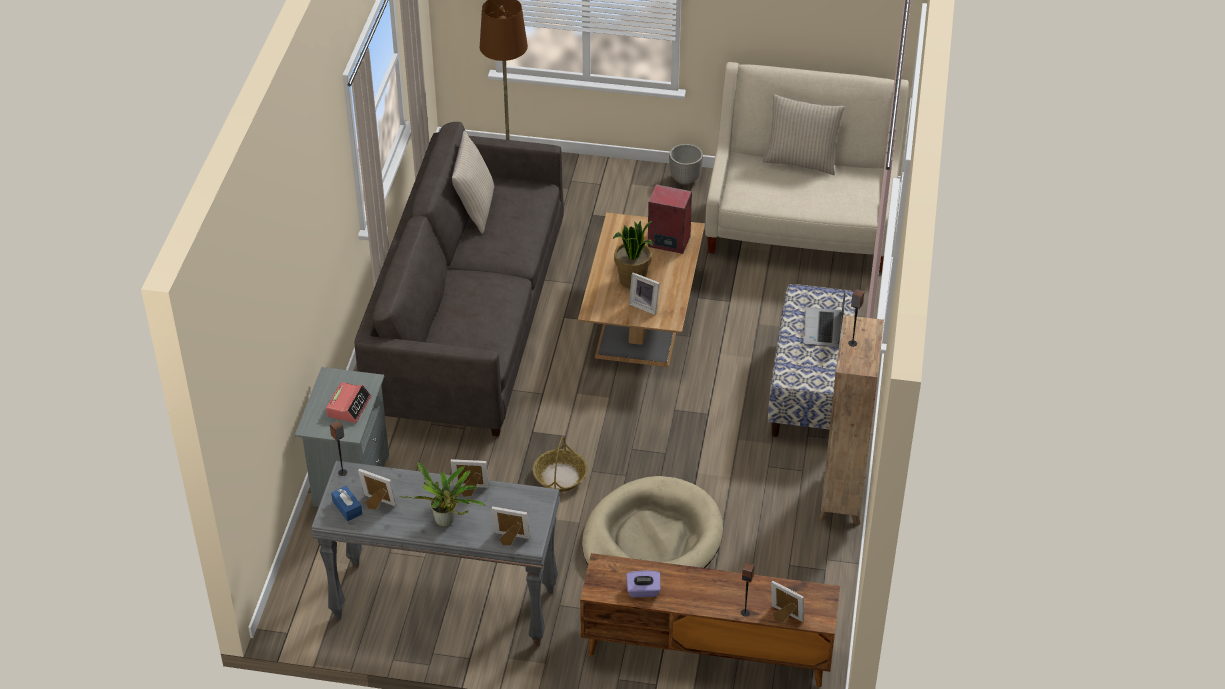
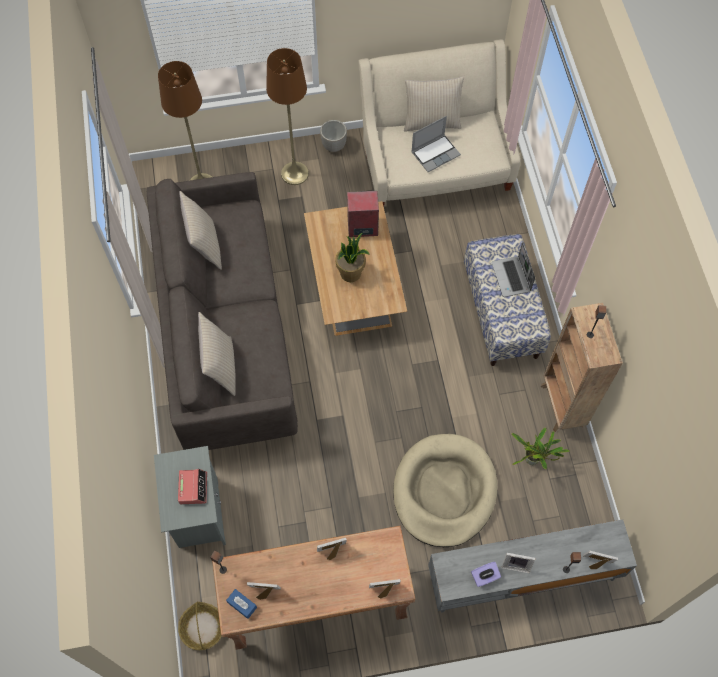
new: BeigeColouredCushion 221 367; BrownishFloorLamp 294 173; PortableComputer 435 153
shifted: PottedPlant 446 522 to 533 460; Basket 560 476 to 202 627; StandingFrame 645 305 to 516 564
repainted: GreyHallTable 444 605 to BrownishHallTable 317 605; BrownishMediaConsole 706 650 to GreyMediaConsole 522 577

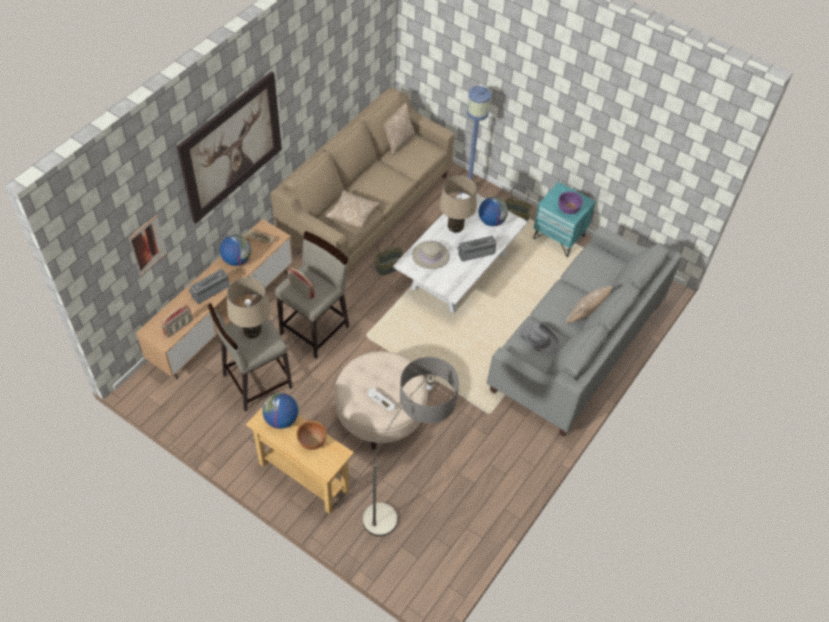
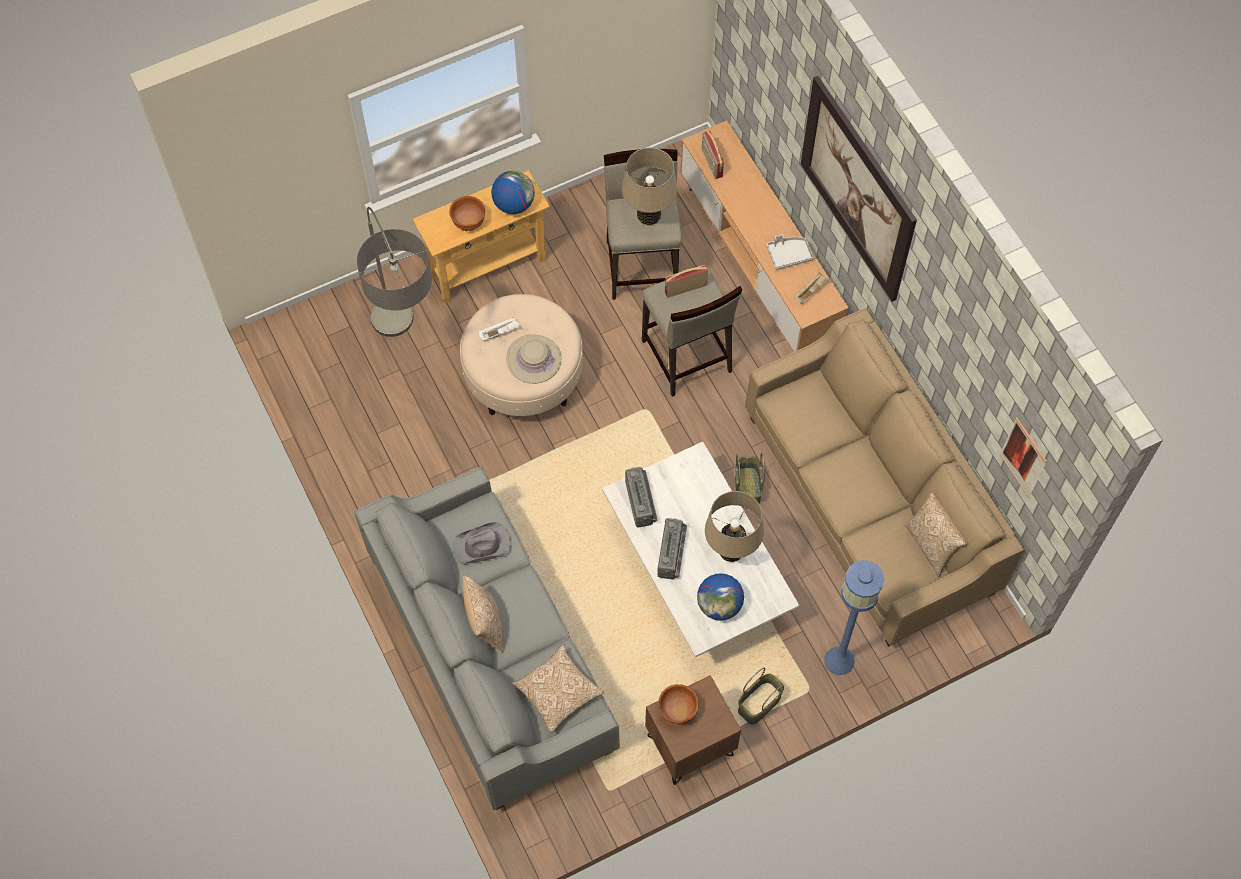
shifted: Picture 147 245 to 1023 457; Radio 210 290 to 642 502; Cushion 352 215 to 558 692; BeigeColouredHat 430 256 to 534 359
swapped: WorldGlobe 237 260 to GreyTray 789 255
repainted: BlueGreenNightstand 559 237 to BrownishNightstand 690 745; PurplishServingBowl 568 210 to BrownishServingBowl 677 710

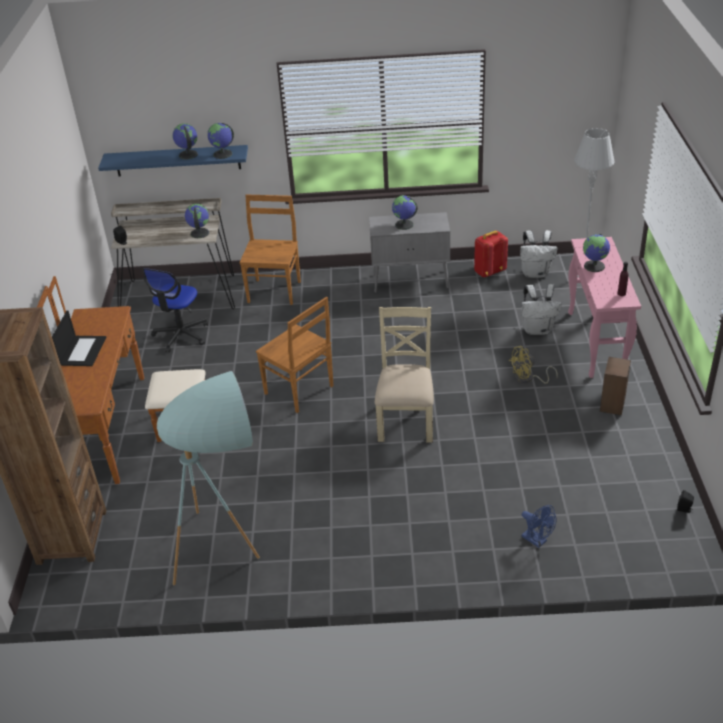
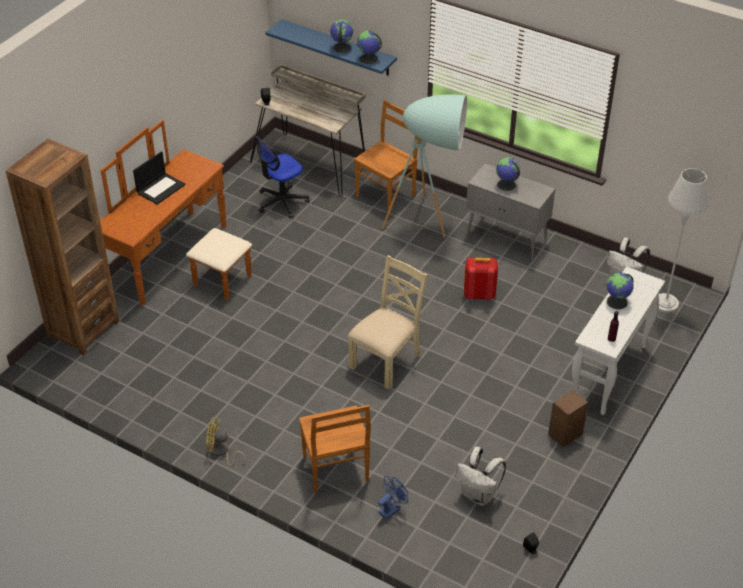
gone: WorldGlobe 199 233
shifted: BlueGreenFloorLamp 228 546 to 430 222; BrownishUprightChair 300 391 to 336 470; RedColouredBackpack 489 272 to 479 294; YellowishCoolingFan 528 378 to 221 452; WhiteBackpack 538 329 to 478 495
repainted: PinkishHallTable 596 343 to WhiteHallTable 609 374
rotated: BluishCoolingFan 537 541 = 392 509 120 degrees counterclockwise

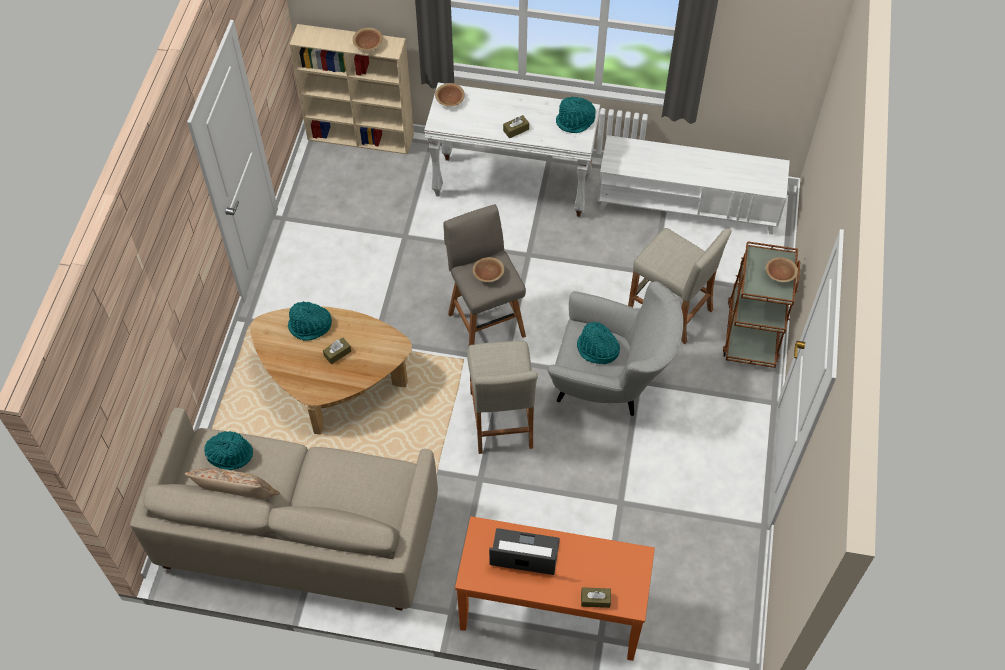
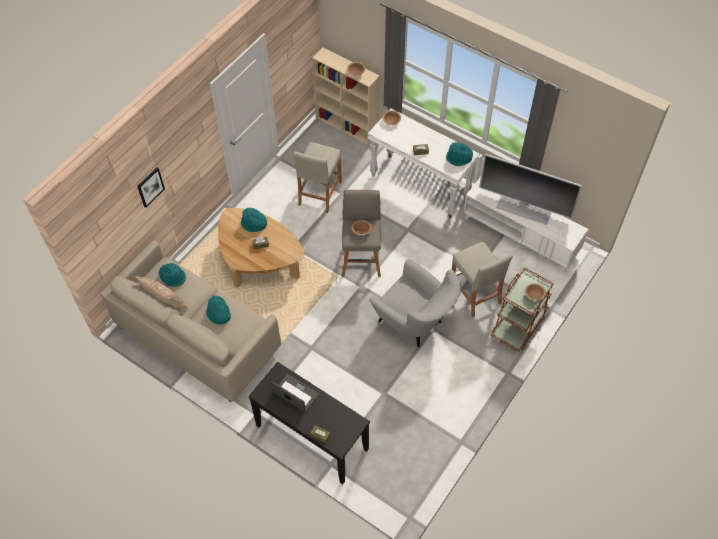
new: Picture 150 187; Television 524 209
shifted: BeigeColouredStool 501 419 to 319 193; BlueGreenHat 597 349 to 218 314
repainted: OrangeHallTable 551 611 to BlackHallTable 311 437

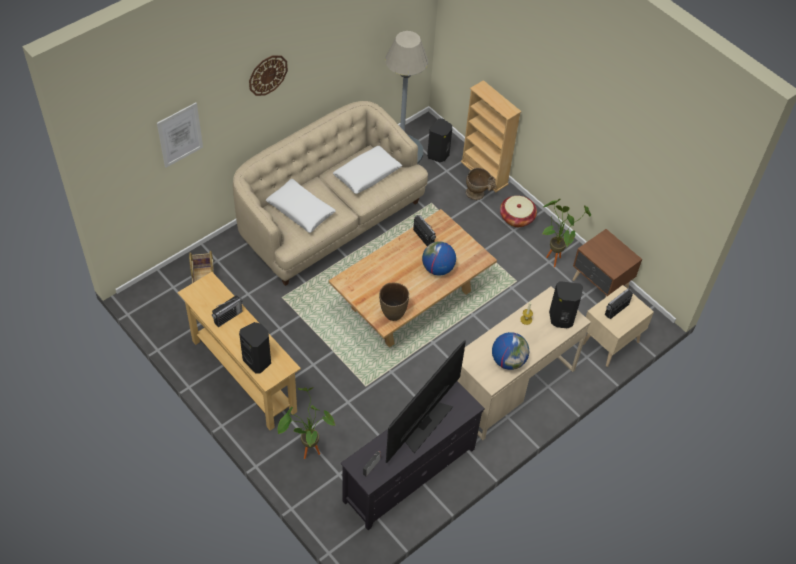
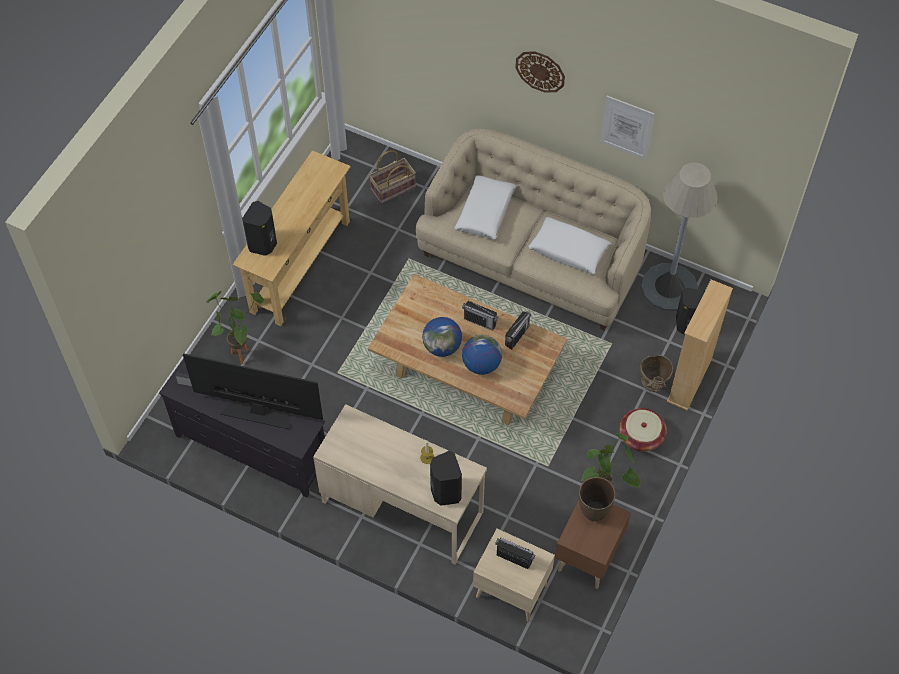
shifted: Picture 180 135 to 627 127; Radio 228 317 to 480 321; BrownishFlowerVase 393 314 to 593 511; WorldGlobe 508 360 to 442 347

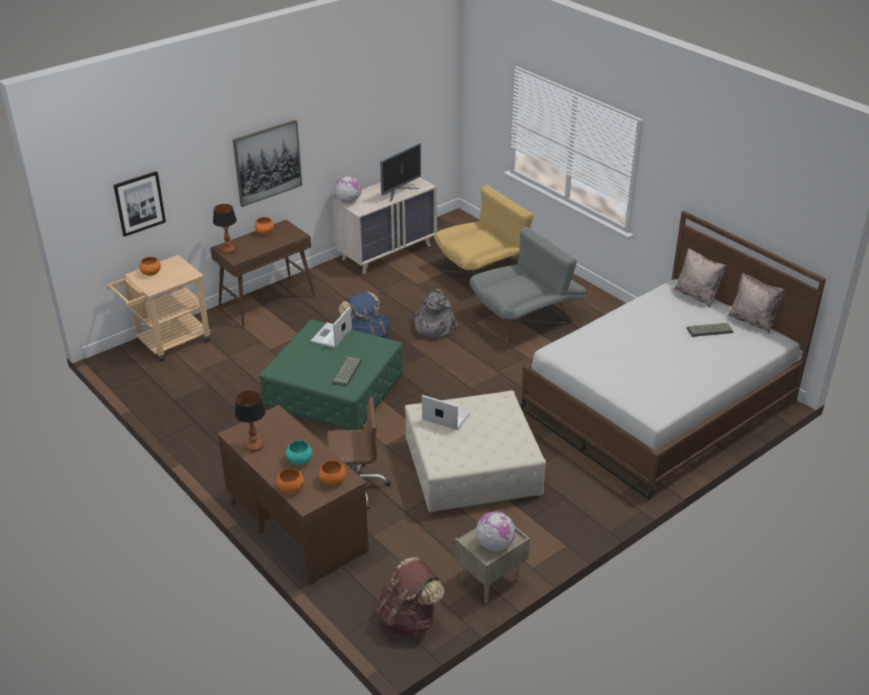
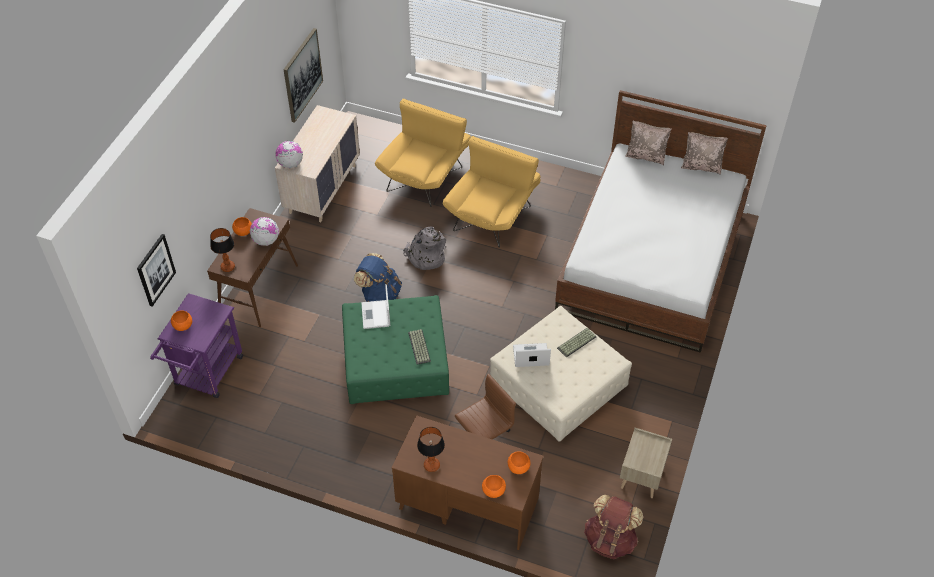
gone: BlueGreenServingBowl 299 460; ComputerScreen 400 192
shifted: Picture 267 162 to 302 75; WorldGlobe 494 545 to 266 240; Keyboard 709 331 to 576 343
repainted: BeigeColouredWheeledCart 167 343 to PurplishWheeledCart 206 375; GreyLoungeChair 527 317 to YellowishLoungeChair 493 213

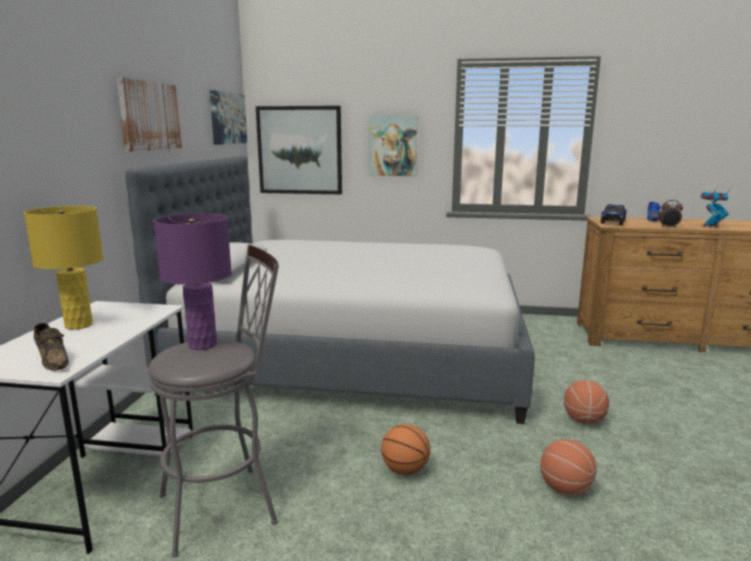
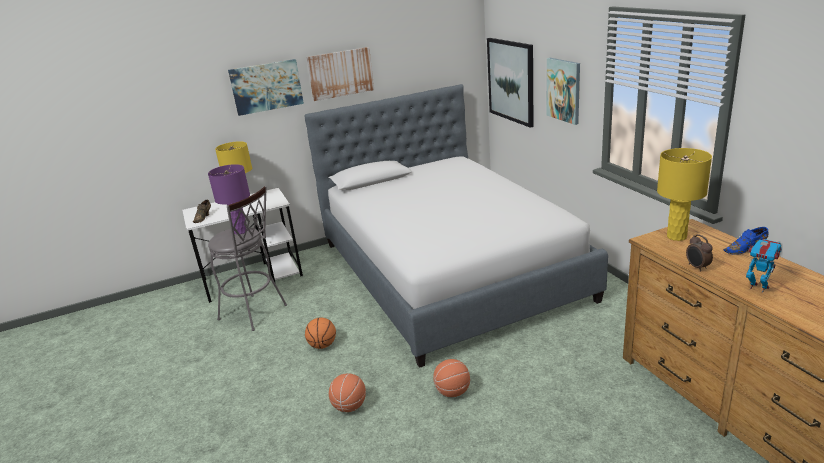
shifted: Picture 227 118 to 266 87
swapped: ToyLorry 613 222 to YellowishLampForATable 677 236

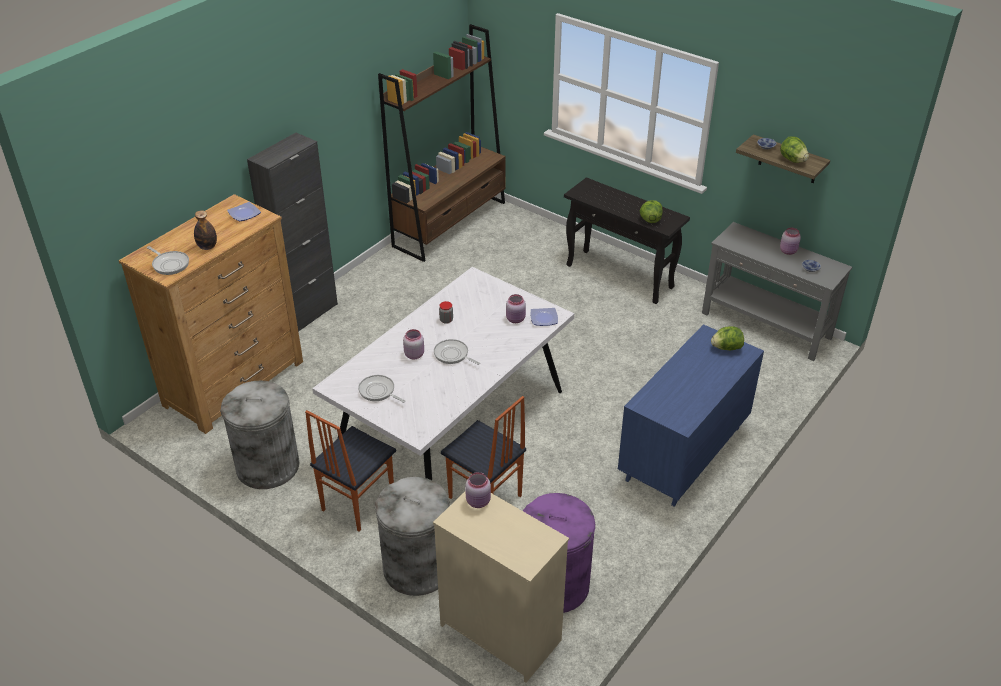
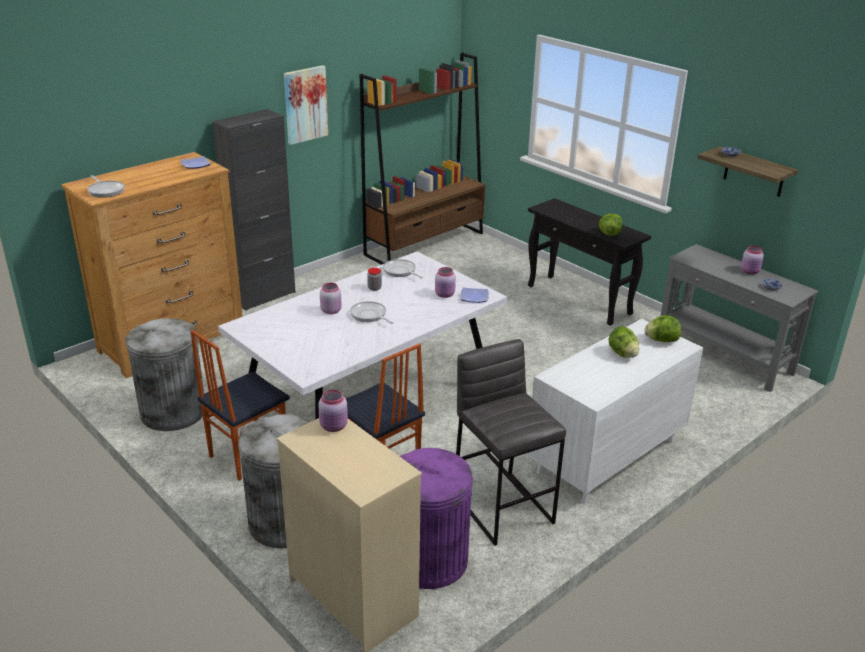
gone: Bottle 207 247
new: Picture 305 104; GreyStool 503 507
shifted: Skillet 378 391 to 400 271; LettuceHead 792 160 to 622 354
repainted: BluishDrawerChest 683 454 to WhiteDrawerChest 606 457

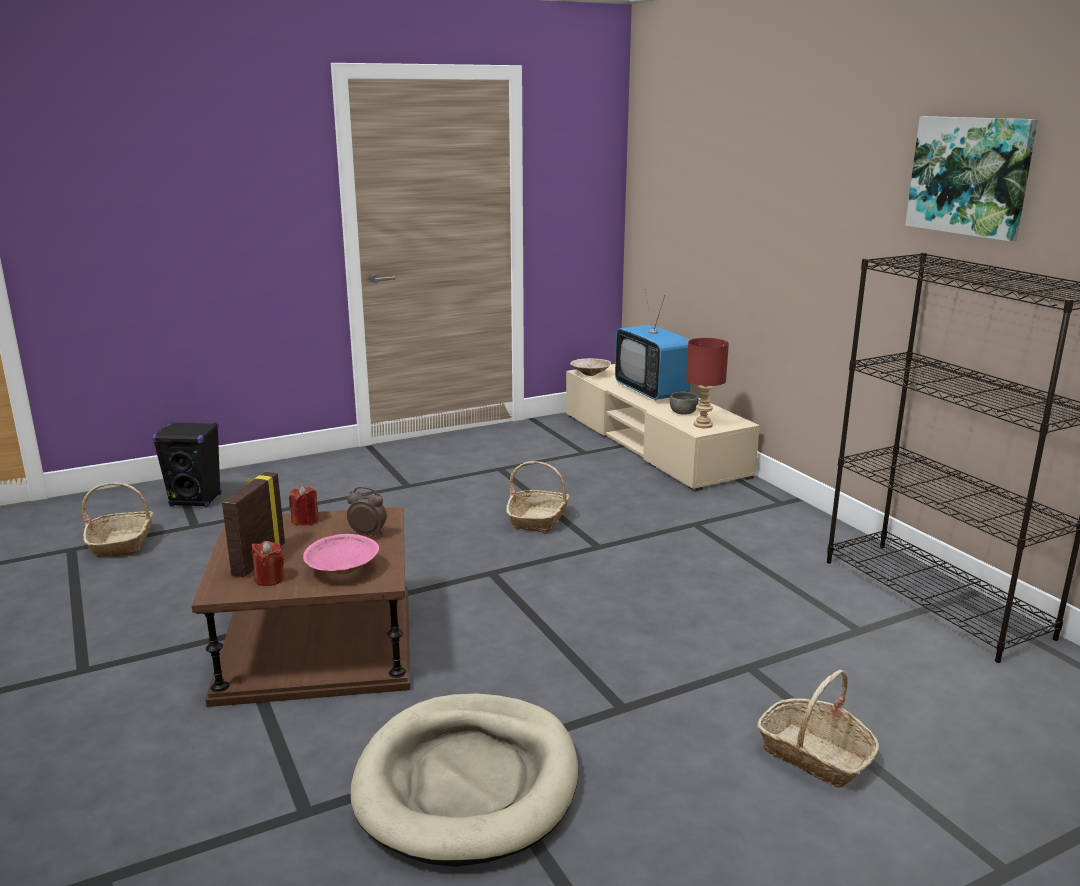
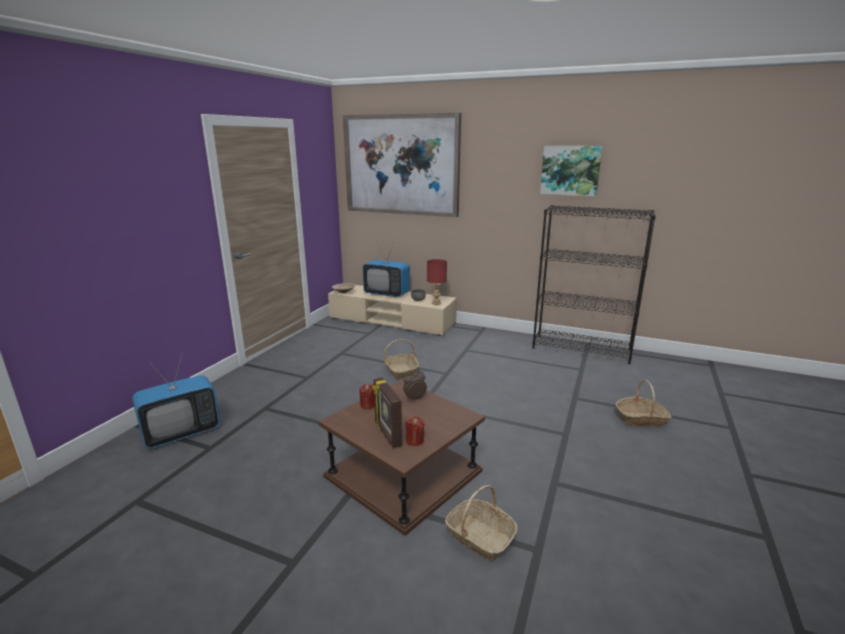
gone: PinkishServingBowl 342 570; BeigeColouredDogBed 468 782
new: Picture 401 165
shifted: Basket 122 542 to 479 537
swapped: BlackAudioSpeaker 196 500 to Television 182 433

